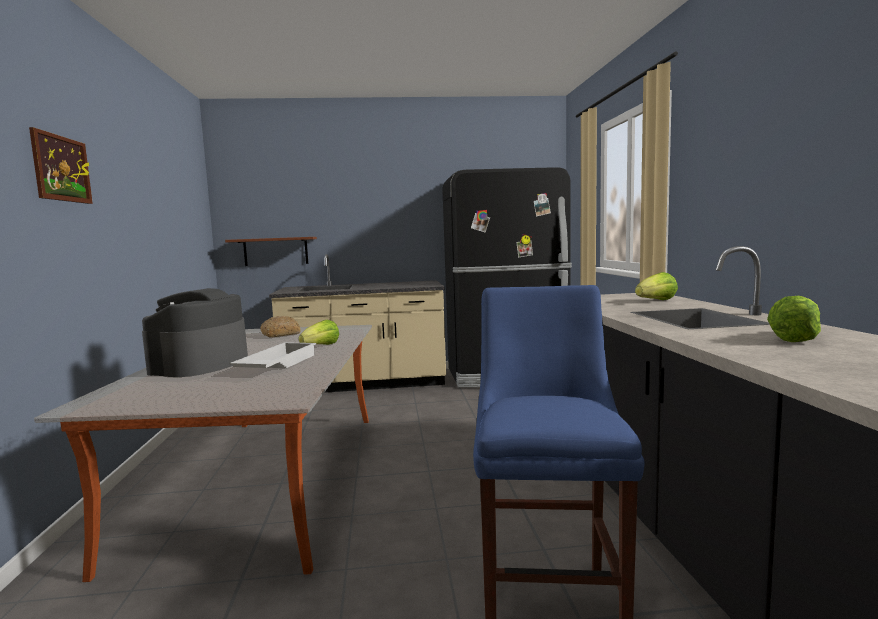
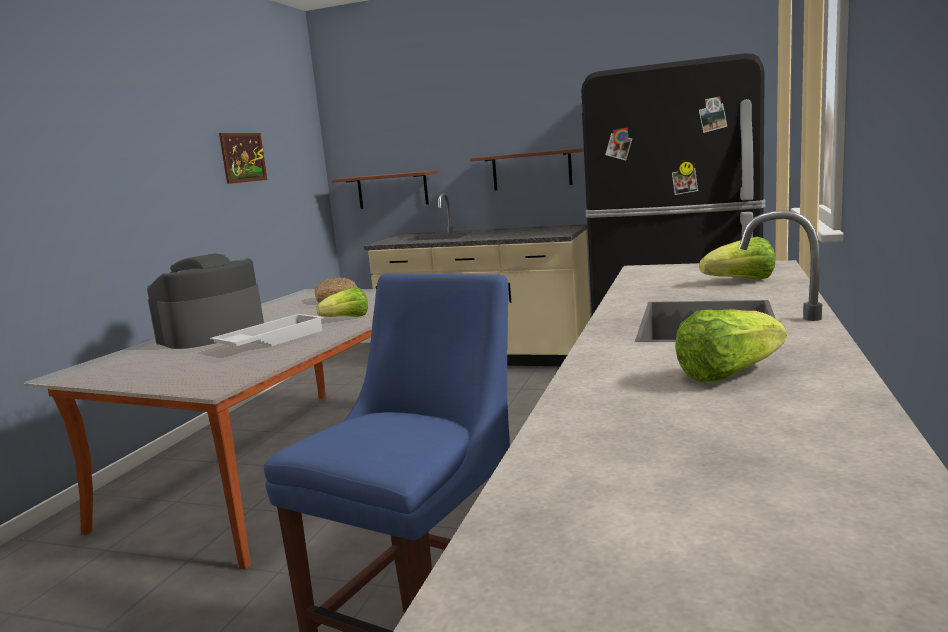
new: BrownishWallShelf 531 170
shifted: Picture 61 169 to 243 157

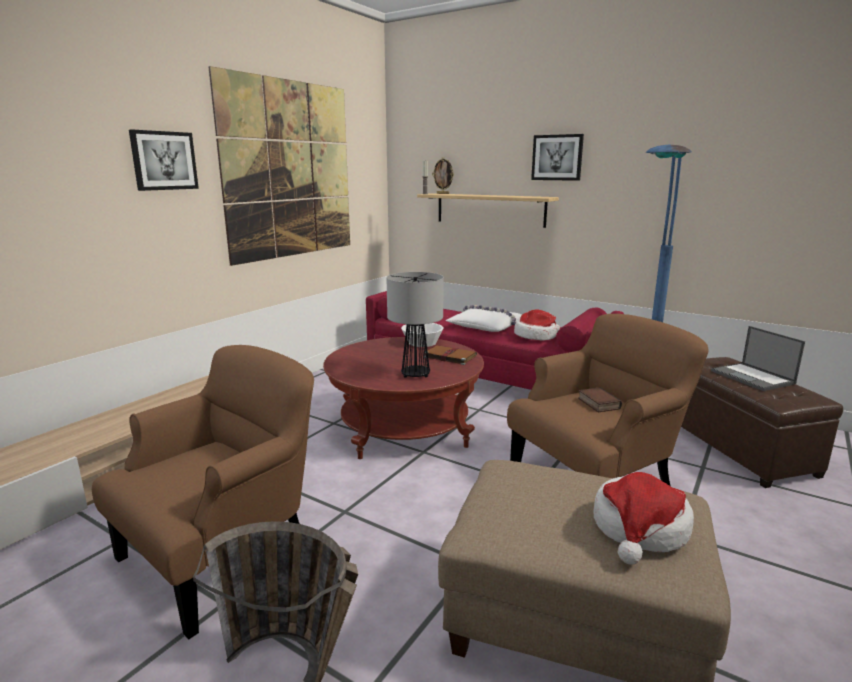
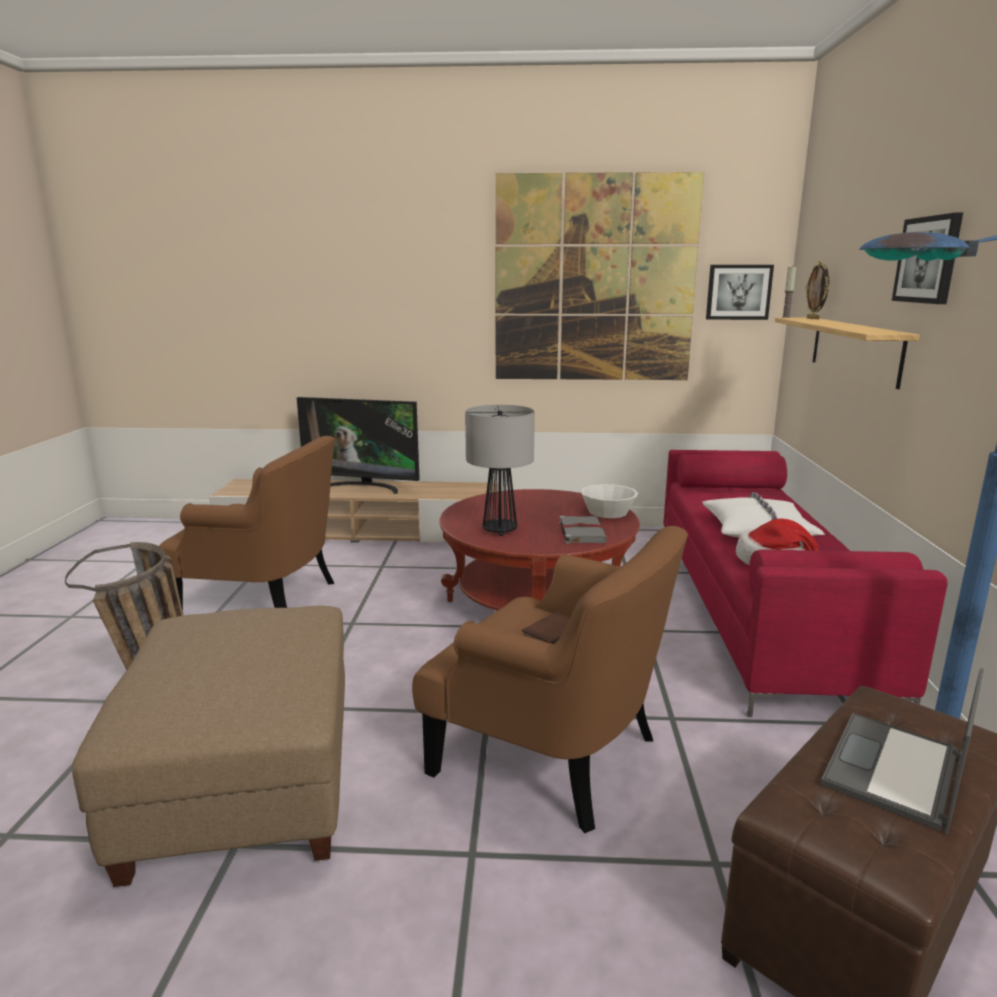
gone: Hat 639 529
new: Television 363 487
shifted: Picture 164 160 to 738 292
repainted: BrownishBoundBook 449 356 to GreyBoundBook 581 532

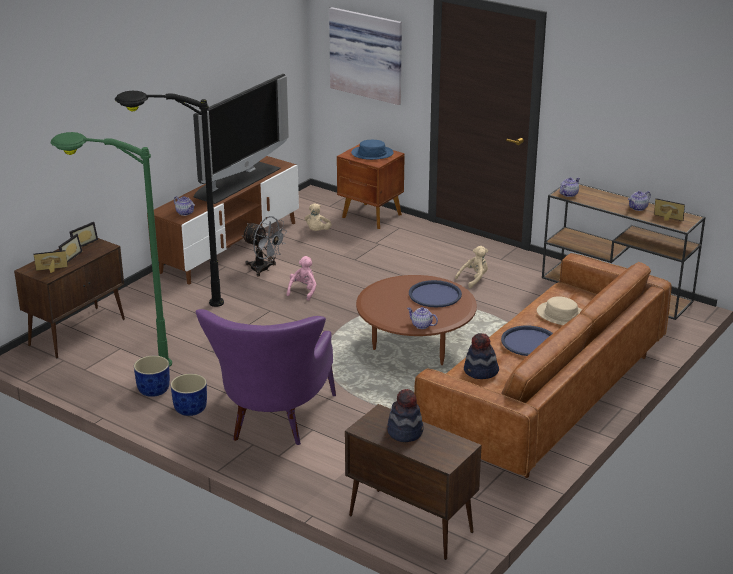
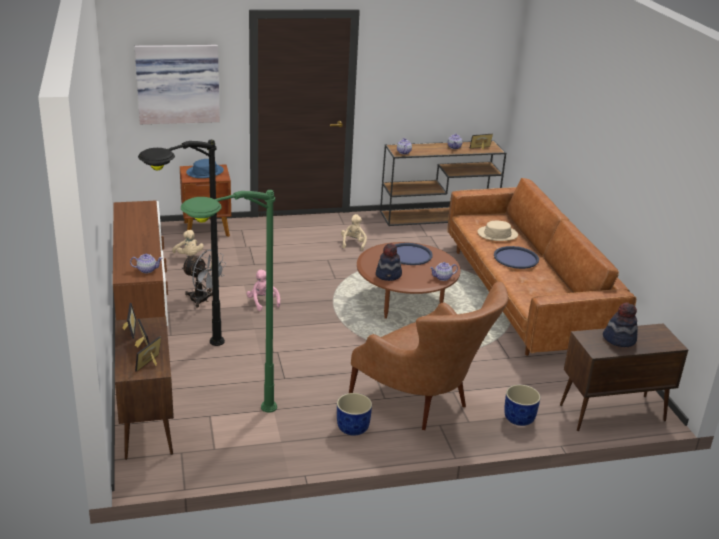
gone: Television 236 182
shifted: BluishFlowerPot 153 390 to 518 418; Hat 480 372 to 389 275
repainted: PurplishLoungeChair 272 425 to BrownishLoungeChair 425 404
rotated: GreyCoolingFan 264 269 = 203 300 45 degrees clockwise

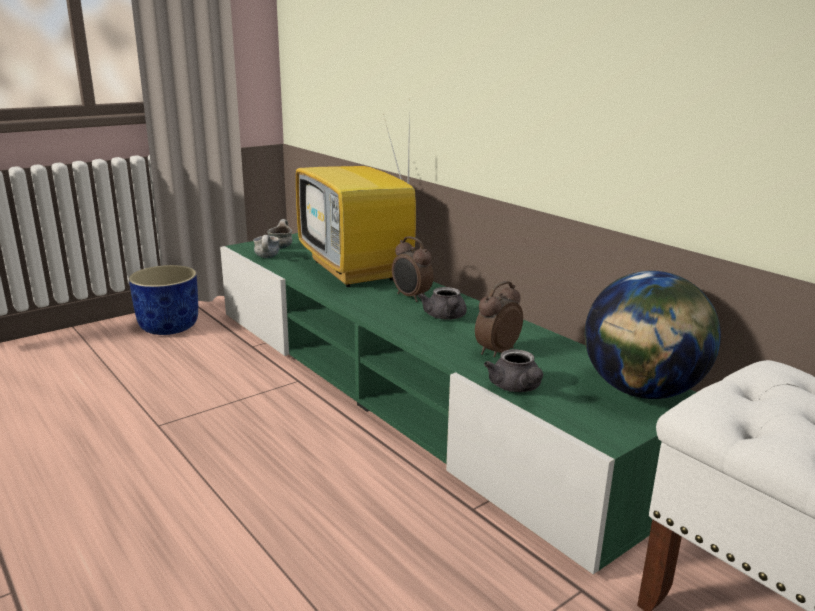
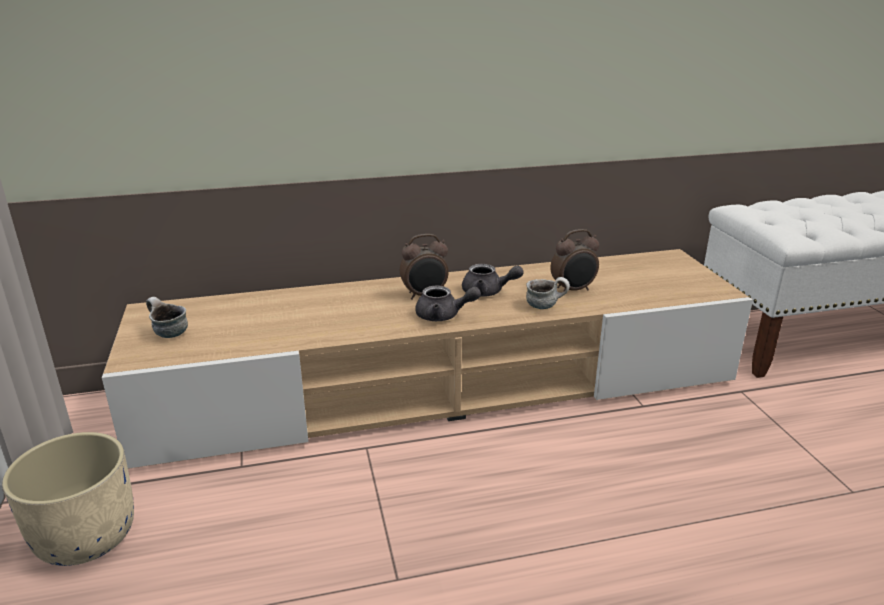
gone: Television 357 271; WorldGlobe 642 391
shifted: Mug 268 257 to 546 306; GreyTeaPot 516 388 to 443 316
repainted: BluishFlowerPot 169 326 to BeigeColouredFlowerPot 84 537; GreenishMediaConsole 407 392 to BeigeColouredMediaConsole 443 387
rotated: AlarmClock 496 351 = 573 290 90 degrees counterclockwise

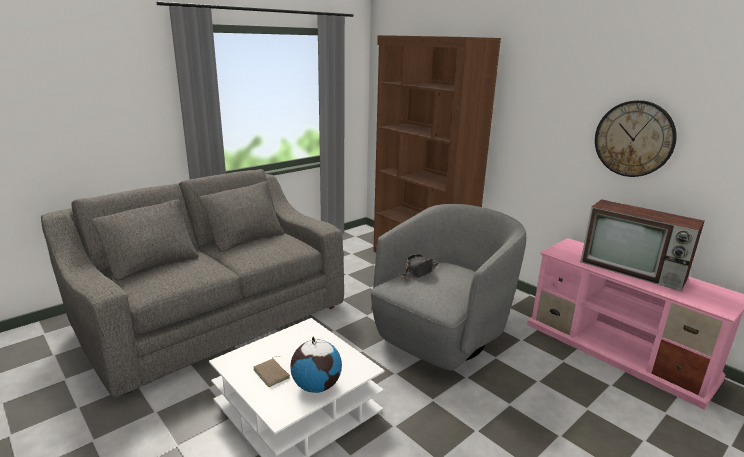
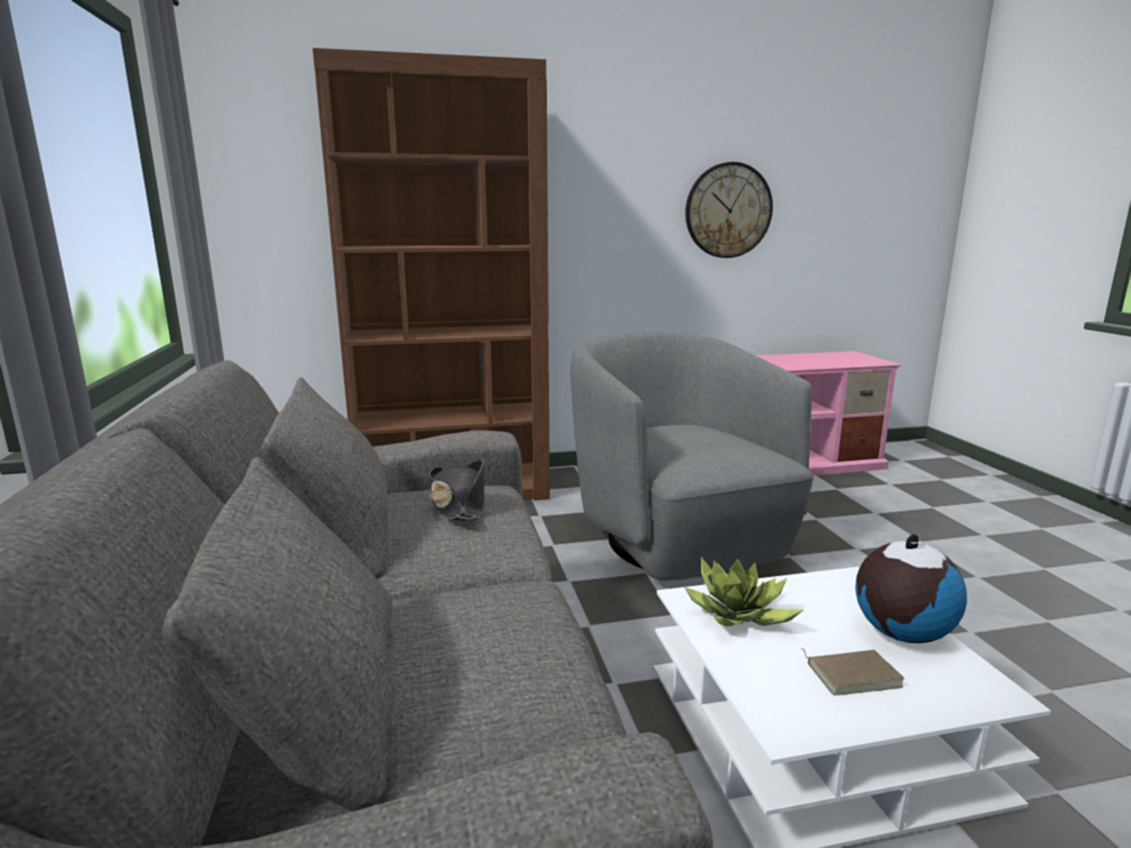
gone: Television 634 270
new: PottedPlant 738 615
shifted: BlackHat 419 272 to 458 504

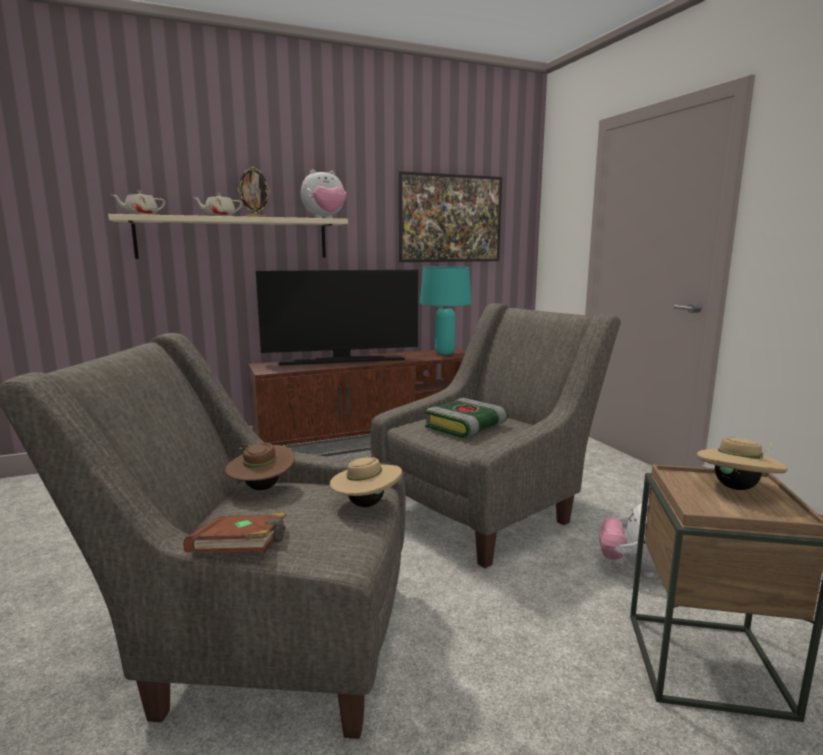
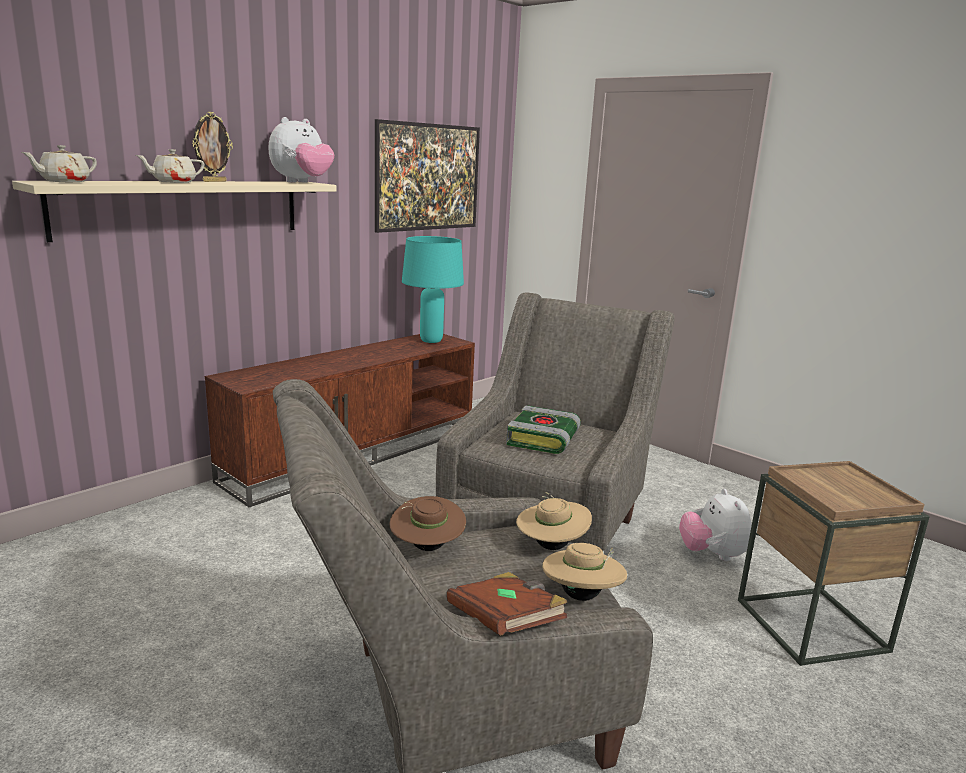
gone: Television 342 361
shifted: BeigeColouredHat 736 488 to 581 596

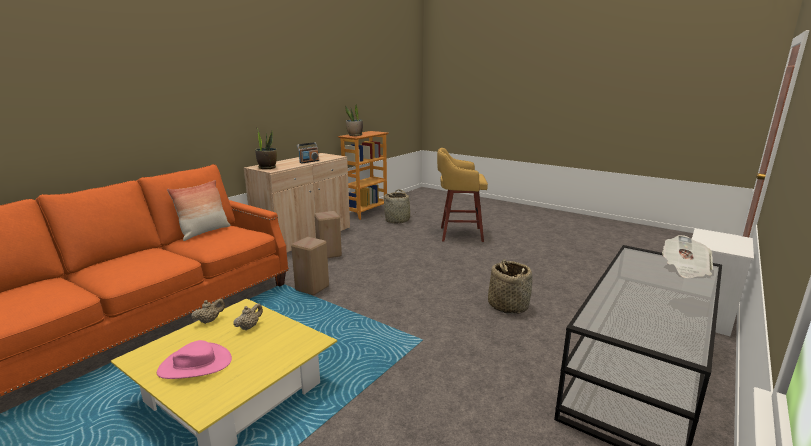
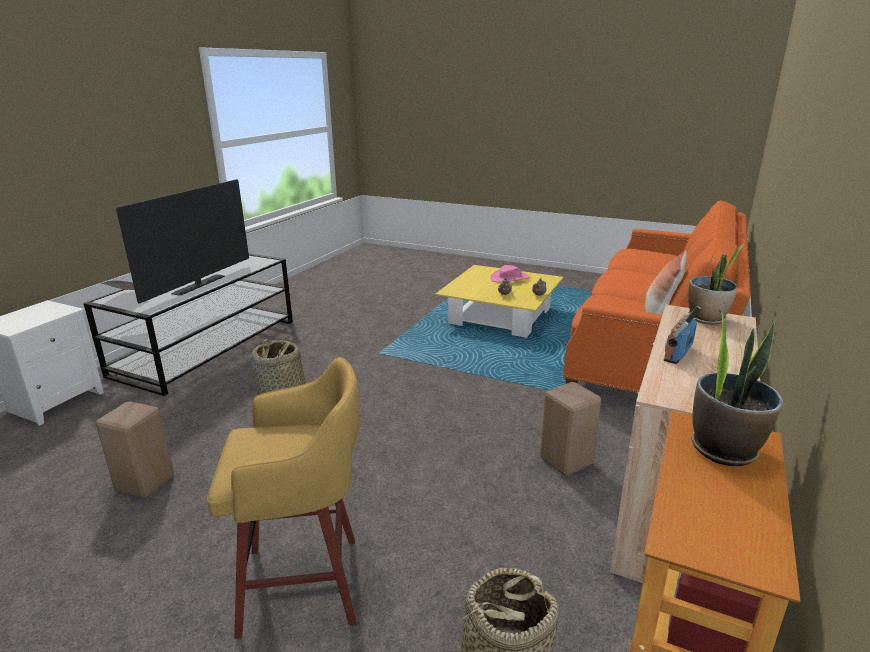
new: Television 199 285
shifted: BeigeColouredStool 313 288 to 143 484

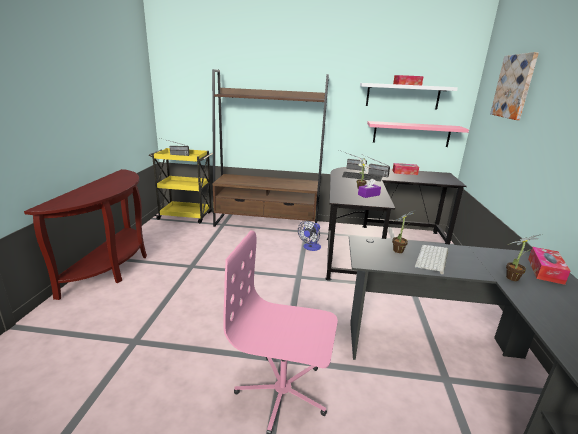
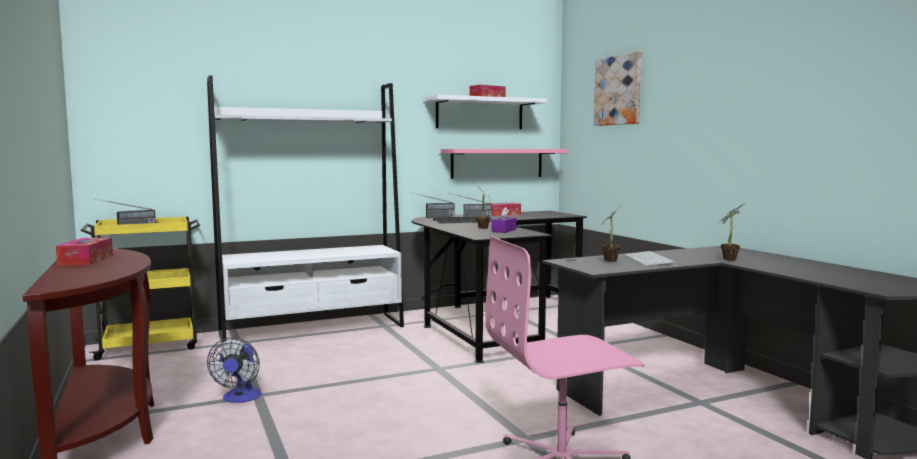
shifted: CoolingFan 310 248 to 240 398; BoxOfTissues 545 271 to 86 260
repainted: BrownishShelvingUnit 267 224 to WhiteShelvingUnit 313 329

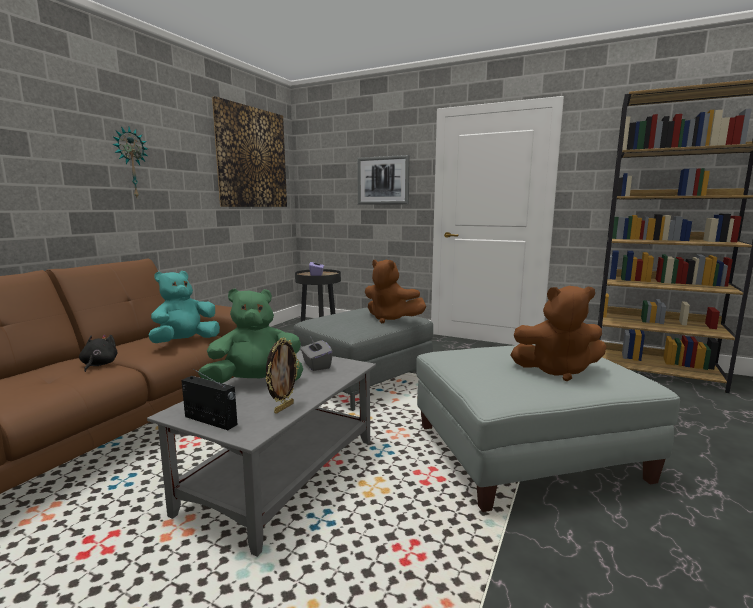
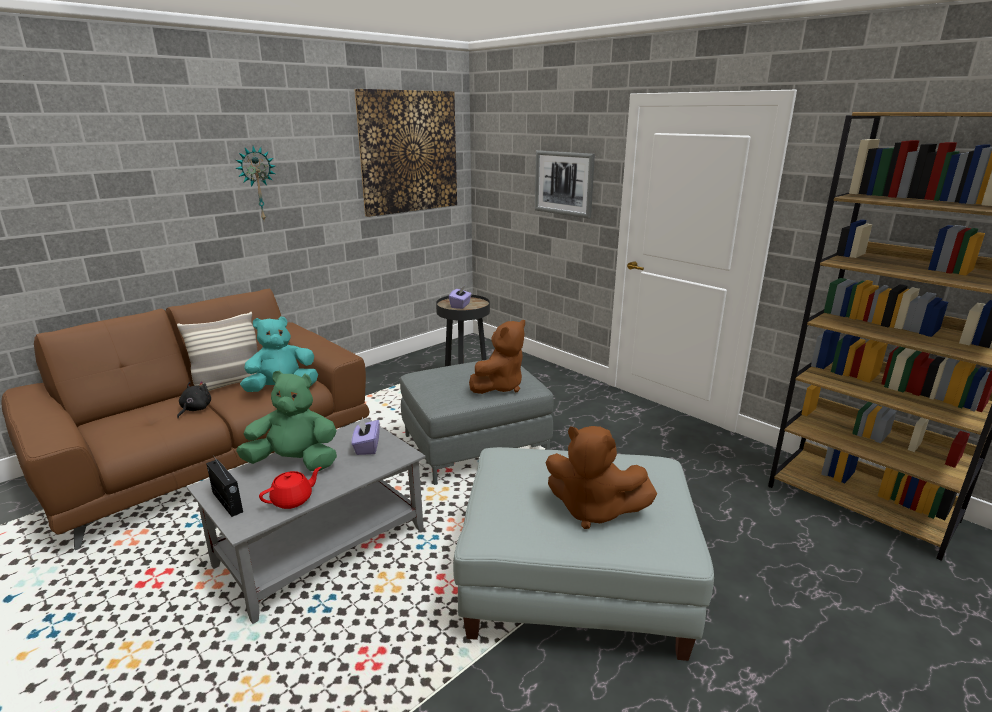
new: Cushion 230 384
swapped: StandingFrame 283 408 to RedColouredTeaPot 293 500
repainted: GreyBoxOfTissues 316 365 to PurplishBoxOfTissues 367 447
rotated: BrownishPlushToy 390 319 = 499 386 105 degrees counterclockwise

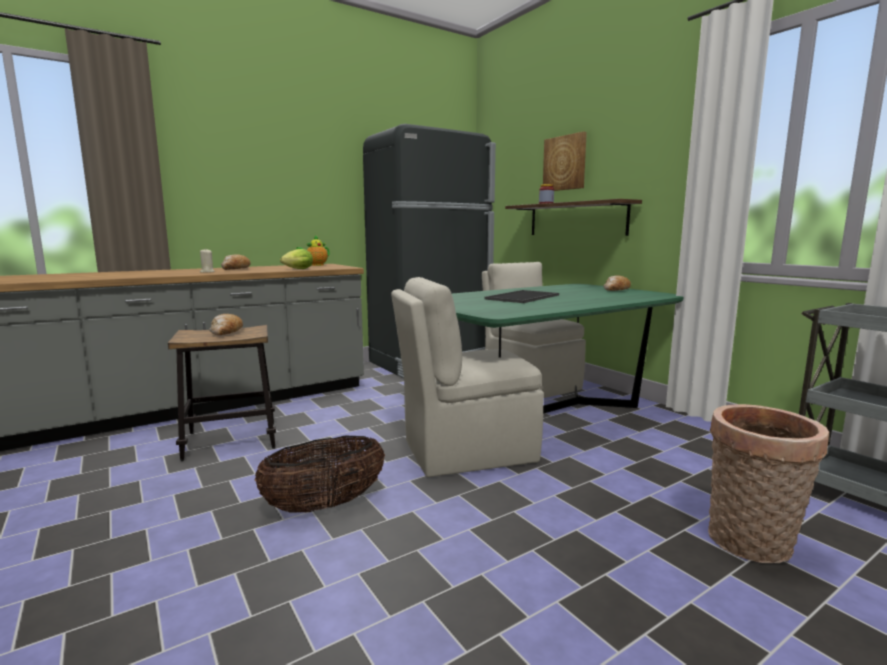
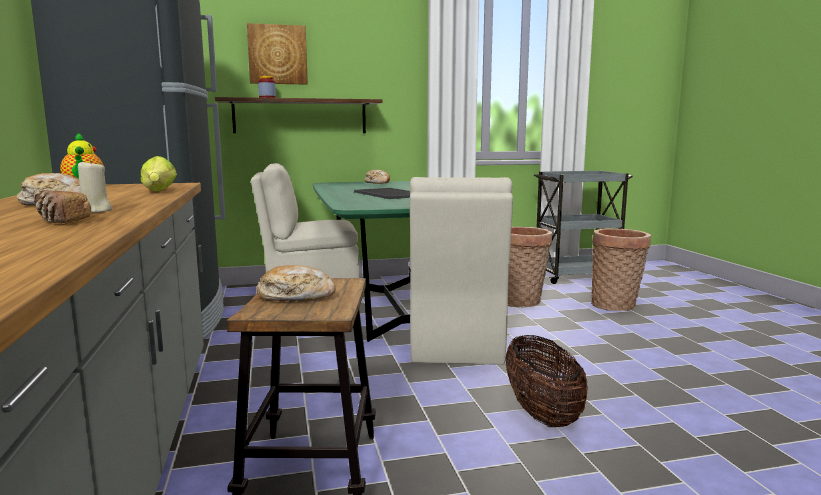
new: BakeryBread 62 221; Basket 522 302

